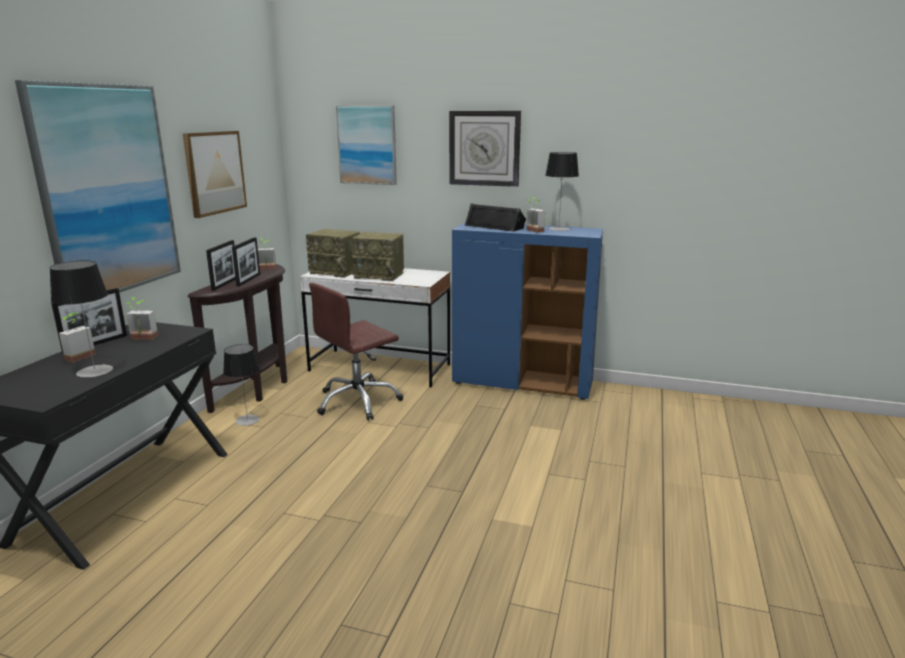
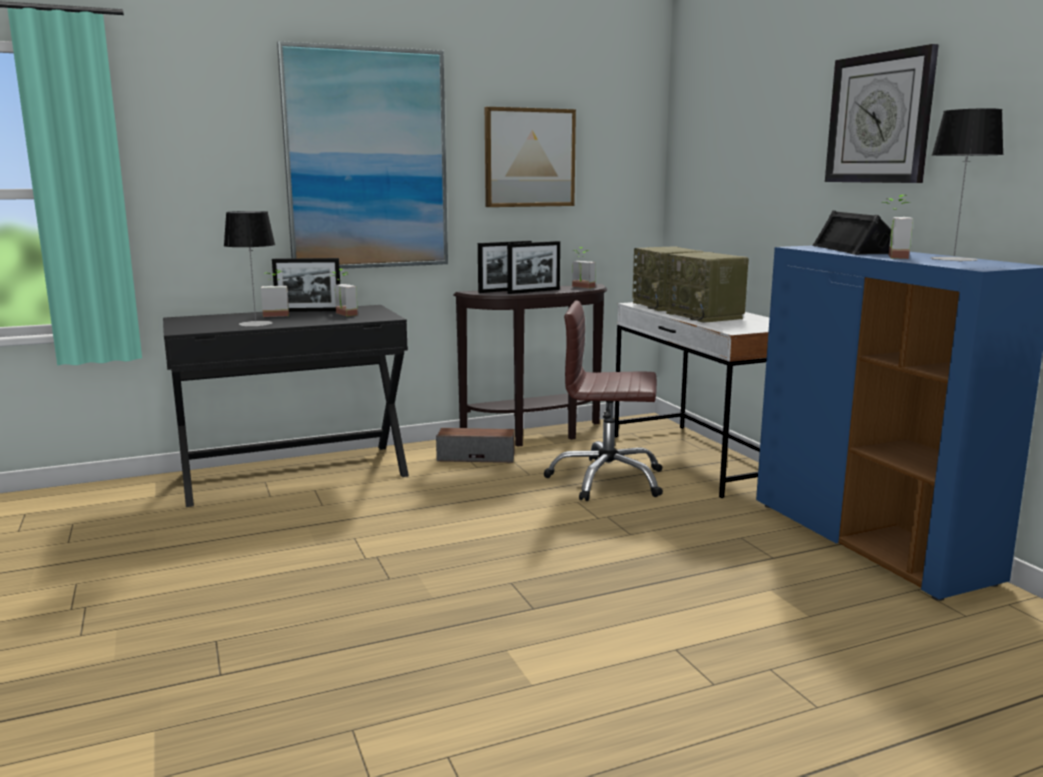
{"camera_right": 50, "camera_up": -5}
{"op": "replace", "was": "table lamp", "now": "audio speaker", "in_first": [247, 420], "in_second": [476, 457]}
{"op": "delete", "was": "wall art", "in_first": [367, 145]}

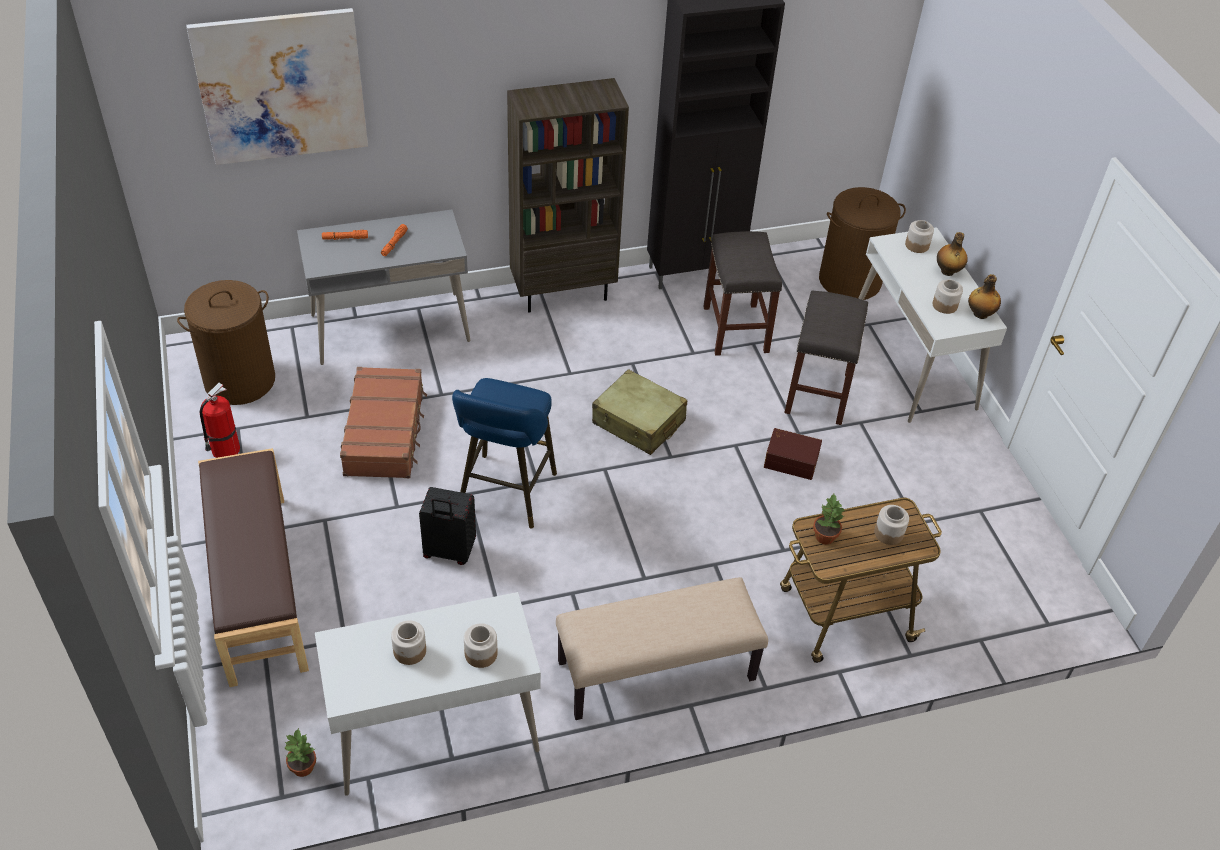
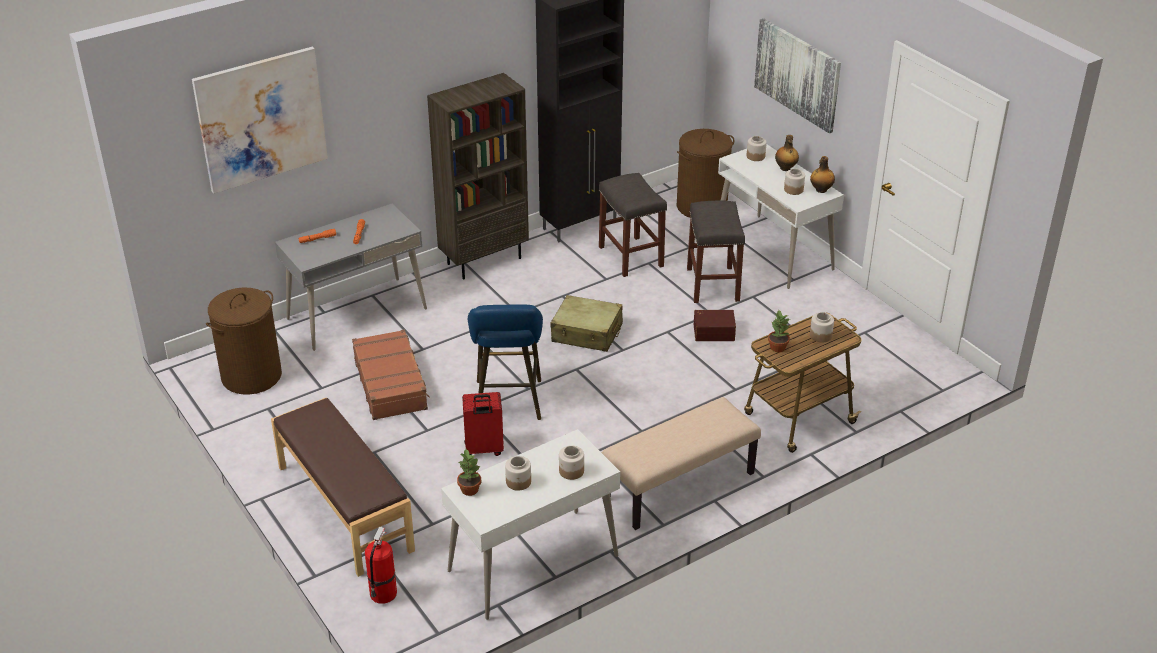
{"camera_right": -15, "camera_up": -10}
{"op": "move", "was": "extinguisher", "in_first": [224, 450], "in_second": [383, 594]}
{"op": "move", "was": "potted plant", "in_first": [303, 766], "in_second": [469, 489]}
{"op": "recolor", "was": "black-coloured travel case", "now": "reddish travel case", "in_first": [448, 552], "in_second": [483, 450]}
{"op": "insert", "now": "wall art", "in_second": [797, 74]}

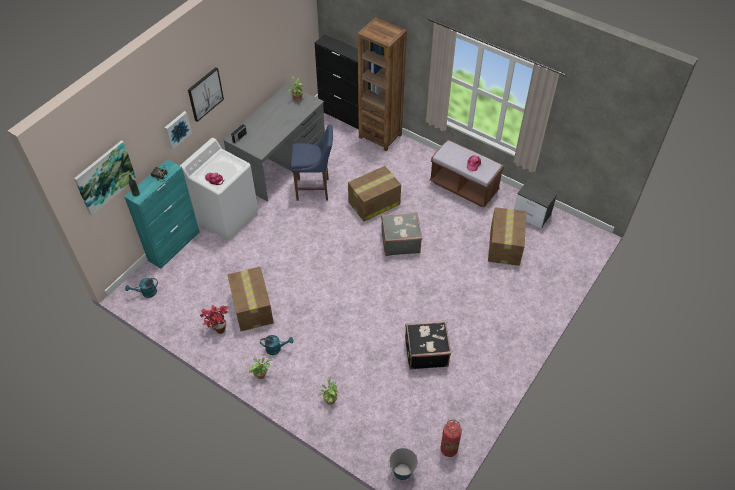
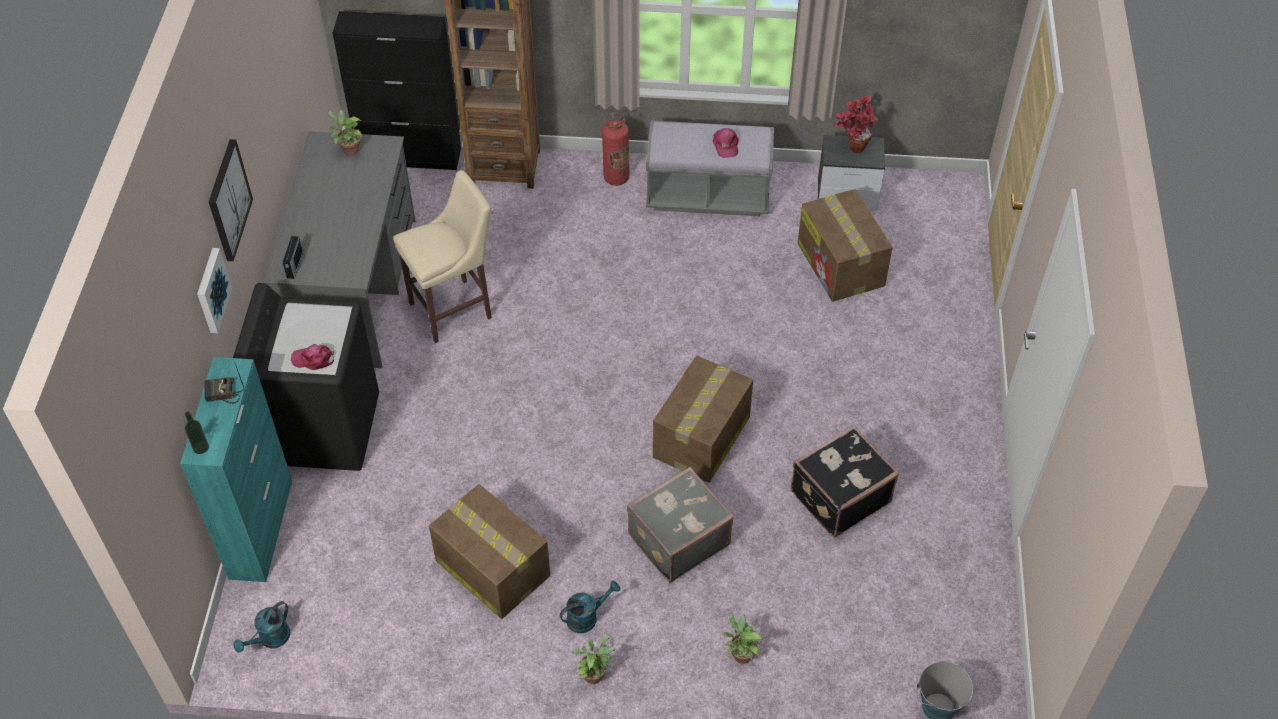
{"camera_right": -30, "camera_up": 0}
{"op": "recolor", "was": "whitish laundry appliance", "now": "black-coloured laundry appliance", "in_first": [226, 216], "in_second": [323, 428]}
{"op": "recolor", "was": "blue-coloured stool seat", "now": "beige-coloured stool seat", "in_first": [315, 189], "in_second": [454, 309]}
{"op": "move", "was": "extinguisher", "in_first": [449, 449], "in_second": [616, 178]}
{"op": "move", "was": "grey travel case", "in_first": [400, 241], "in_second": [677, 539]}
{"op": "recolor", "was": "brownish bench", "now": "grey bench", "in_first": [464, 187], "in_second": [708, 195]}
{"op": "move", "was": "carton", "in_first": [373, 203], "in_second": [701, 438]}
{"op": "move", "was": "potted plant", "in_first": [217, 328], "in_second": [851, 148]}
{"op": "delete", "was": "wall art", "in_first": [105, 177]}

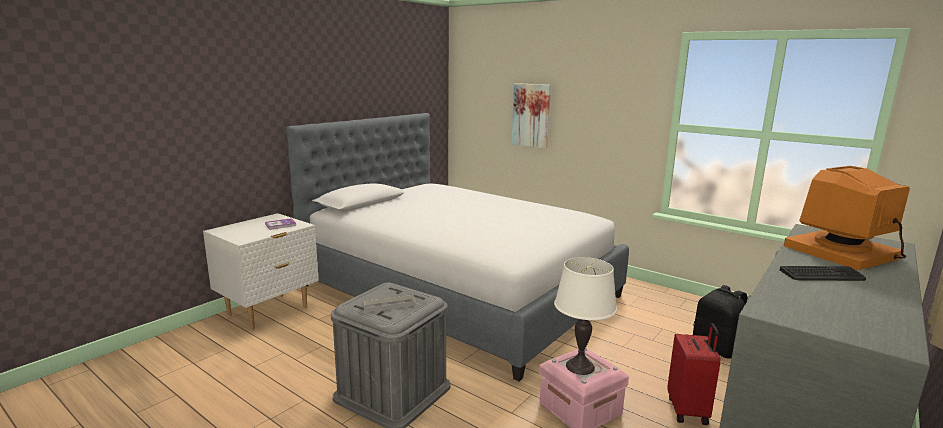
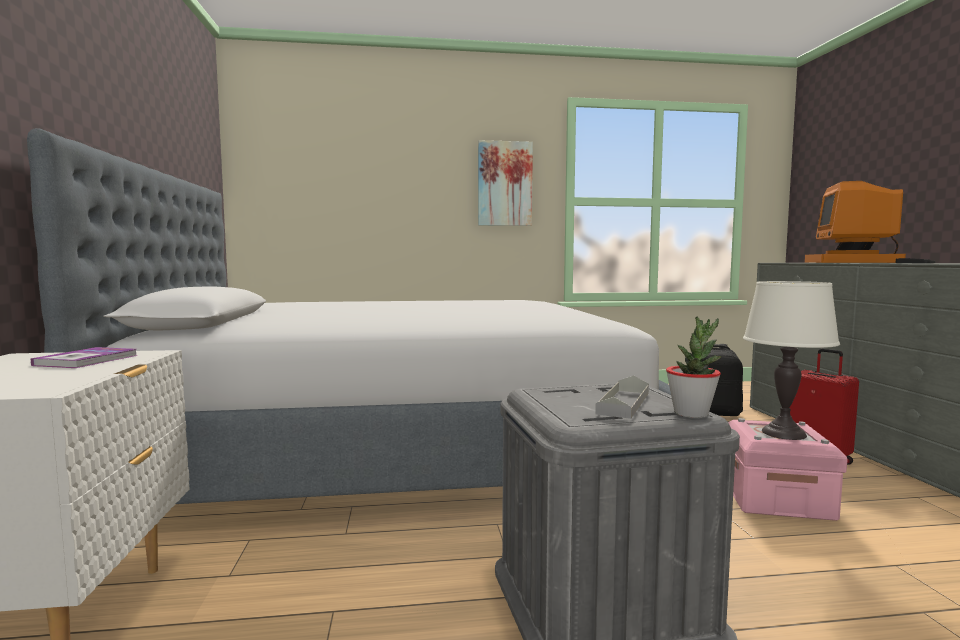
{"camera_right": -45, "camera_up": -10}
{"op": "move", "was": "wall art", "in_first": [531, 115], "in_second": [504, 184]}
{"op": "insert", "now": "potted plant", "in_second": [691, 413]}

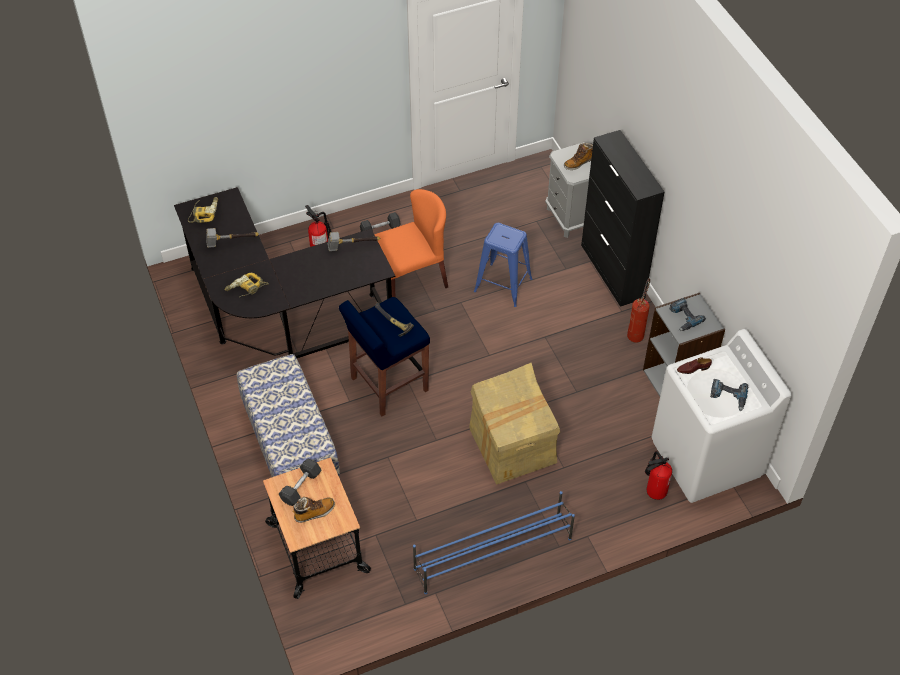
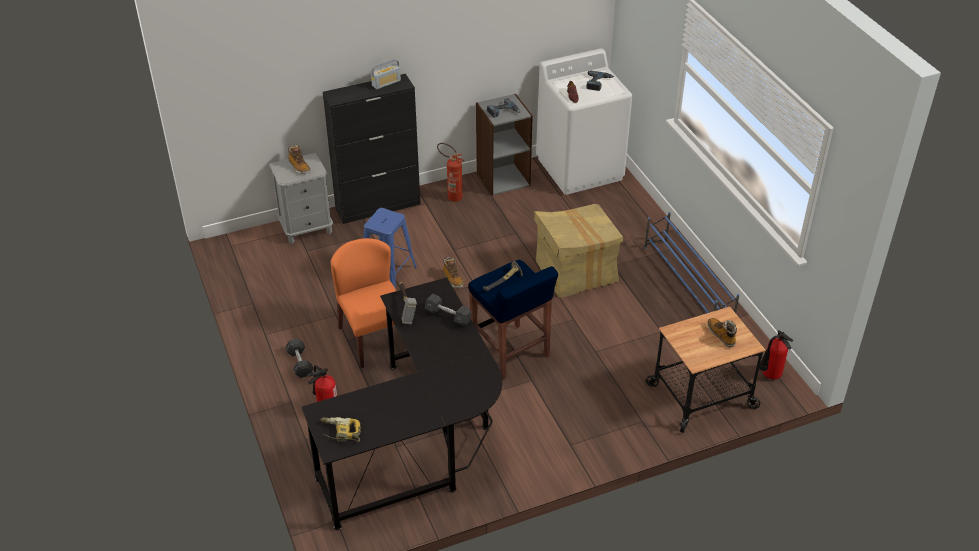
{"camera_right": -90, "camera_up": -10}
{"op": "insert", "now": "radio set", "in_second": [386, 83]}
{"op": "move", "was": "grey free weight", "in_first": [301, 487], "in_second": [448, 316]}
{"op": "insert", "now": "tall boot", "in_second": [453, 279]}
{"op": "move", "was": "extinguisher", "in_first": [653, 490], "in_second": [769, 376]}
{"op": "delete", "was": "hand hammer", "in_first": [231, 243]}
{"op": "delete", "was": "power drill", "in_first": [246, 289]}
{"op": "delete", "was": "bench", "in_first": [290, 446]}

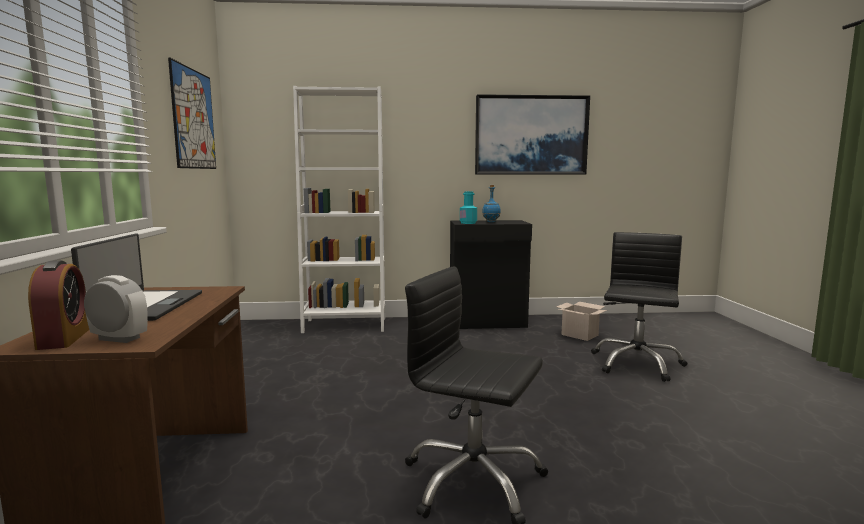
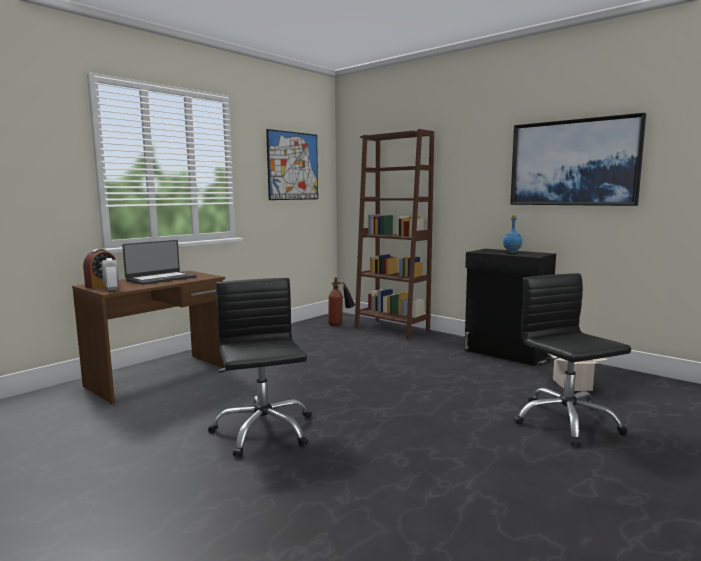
{"camera_right": 45, "camera_up": 0}
{"op": "insert", "now": "extinguisher", "in_second": [340, 324]}
{"op": "recolor", "was": "whitish shelving unit", "now": "brownish shelving unit", "in_first": [345, 325], "in_second": [391, 328]}
{"op": "rotate", "was": "black-coloured desk chair", "in_first": [636, 363], "in_second": [565, 421], "clockwise": -90}
{"op": "delete", "was": "turquoise bottle", "in_first": [468, 223]}

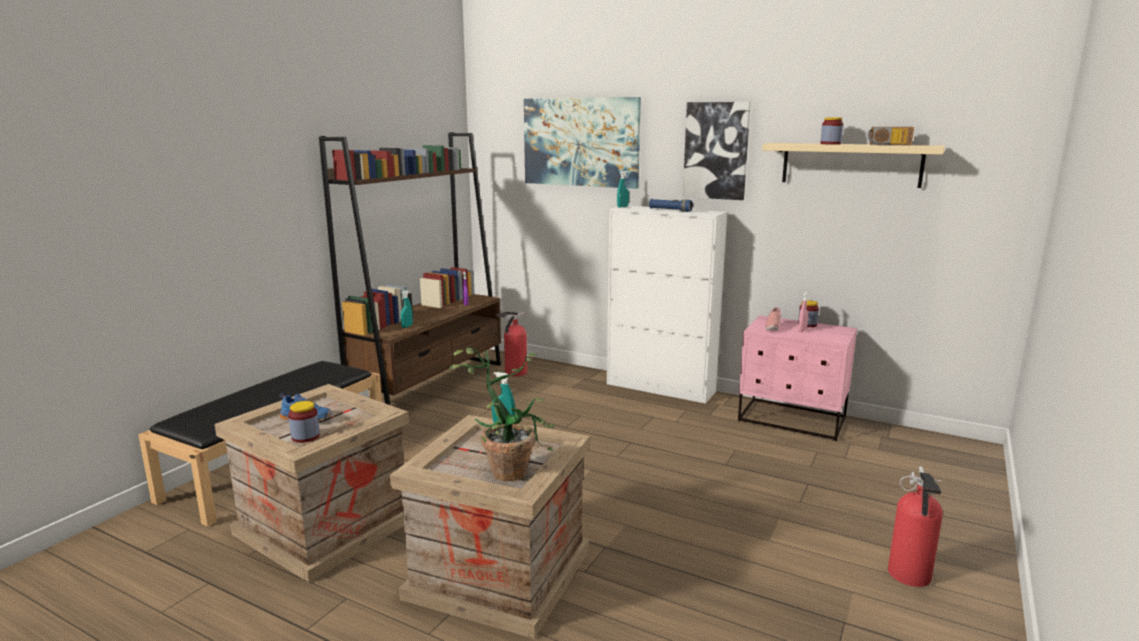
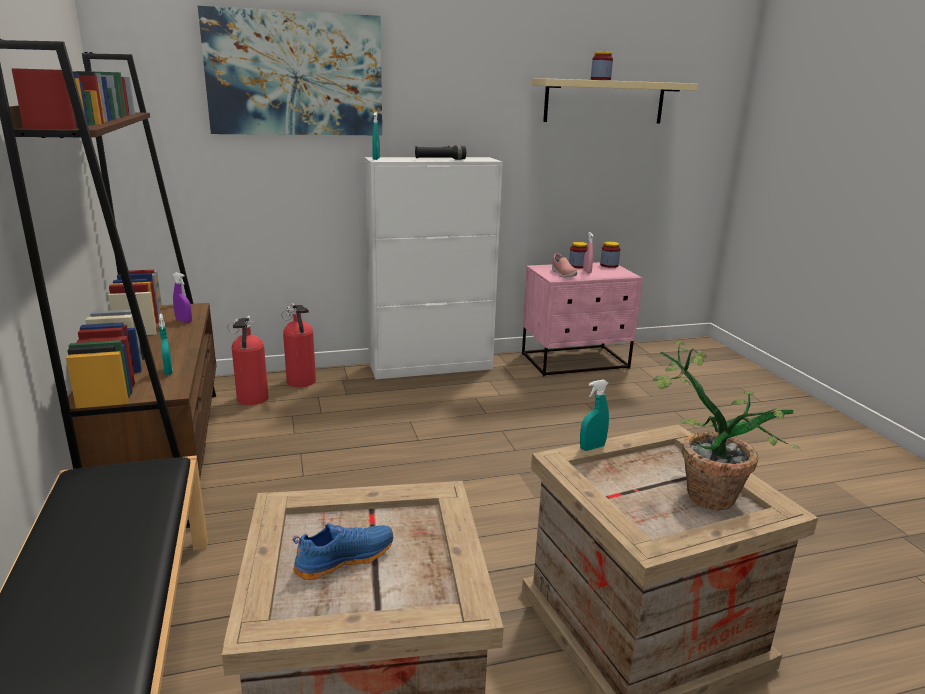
{"camera_right": -45, "camera_up": 5}
{"op": "move", "was": "extinguisher", "in_first": [909, 577], "in_second": [302, 383]}
{"op": "recolor", "was": "blue-coloured hand torch", "now": "black-coloured hand torch", "in_first": [670, 210], "in_second": [440, 159]}
{"op": "move", "was": "preserve jar", "in_first": [305, 437], "in_second": [609, 265]}
{"op": "delete", "was": "wall art", "in_first": [716, 151]}
{"op": "delete", "was": "radio set", "in_first": [889, 145]}

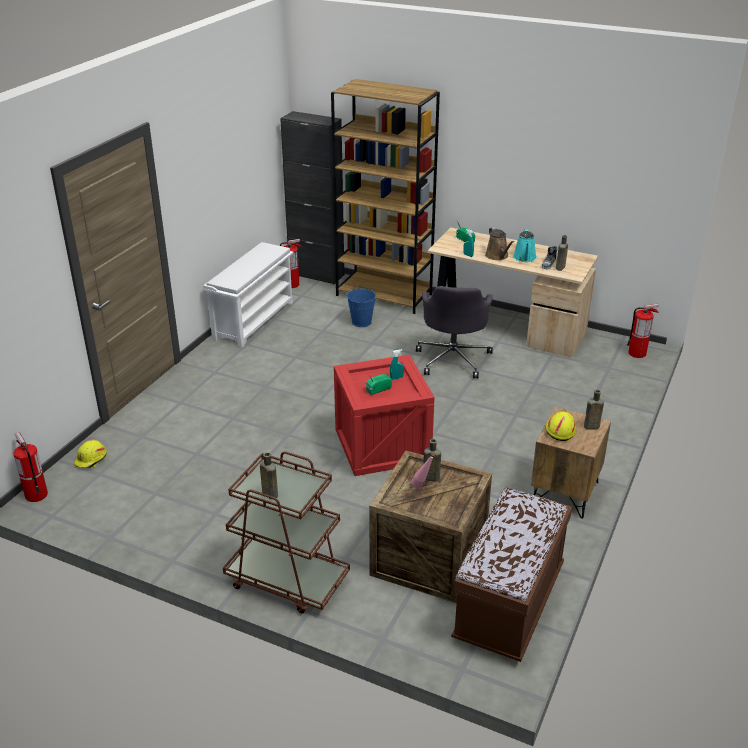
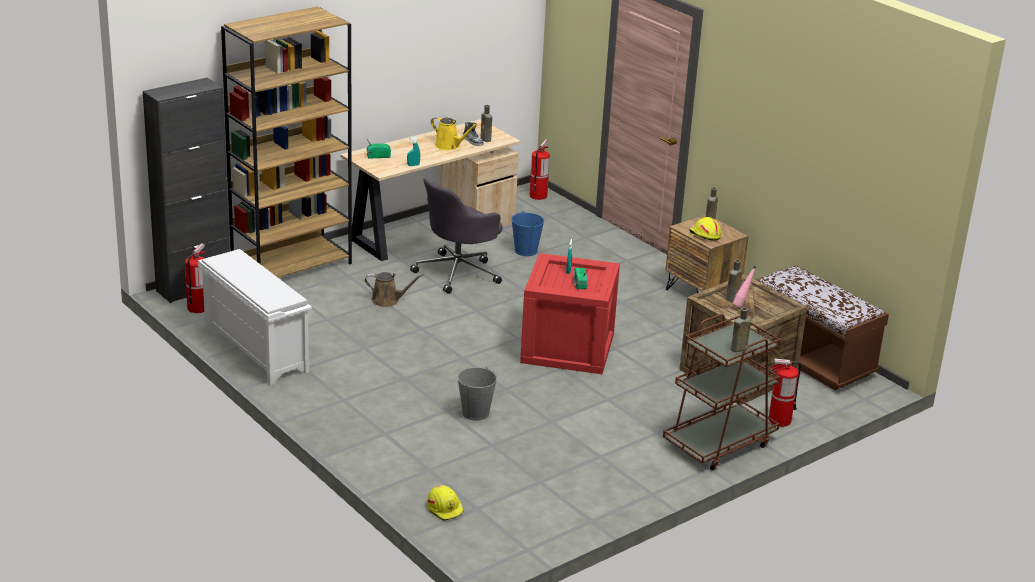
{"camera_right": -65, "camera_up": -5}
{"op": "move", "was": "brownish sprinkling can", "in_first": [498, 256], "in_second": [388, 301]}
{"op": "rotate", "was": "grey desk chair", "in_first": [453, 358], "in_second": [458, 272], "clockwise": 105}
{"op": "recolor", "was": "turquoise sprinkling can", "now": "yellow sprinkling can", "in_first": [524, 258], "in_second": [449, 146]}
{"op": "insert", "now": "grey bucket", "in_second": [475, 413]}
{"op": "move", "was": "blue-coloured bucket", "in_first": [361, 322], "in_second": [526, 251]}
{"op": "move", "was": "extinguisher", "in_first": [36, 495], "in_second": [779, 420]}

